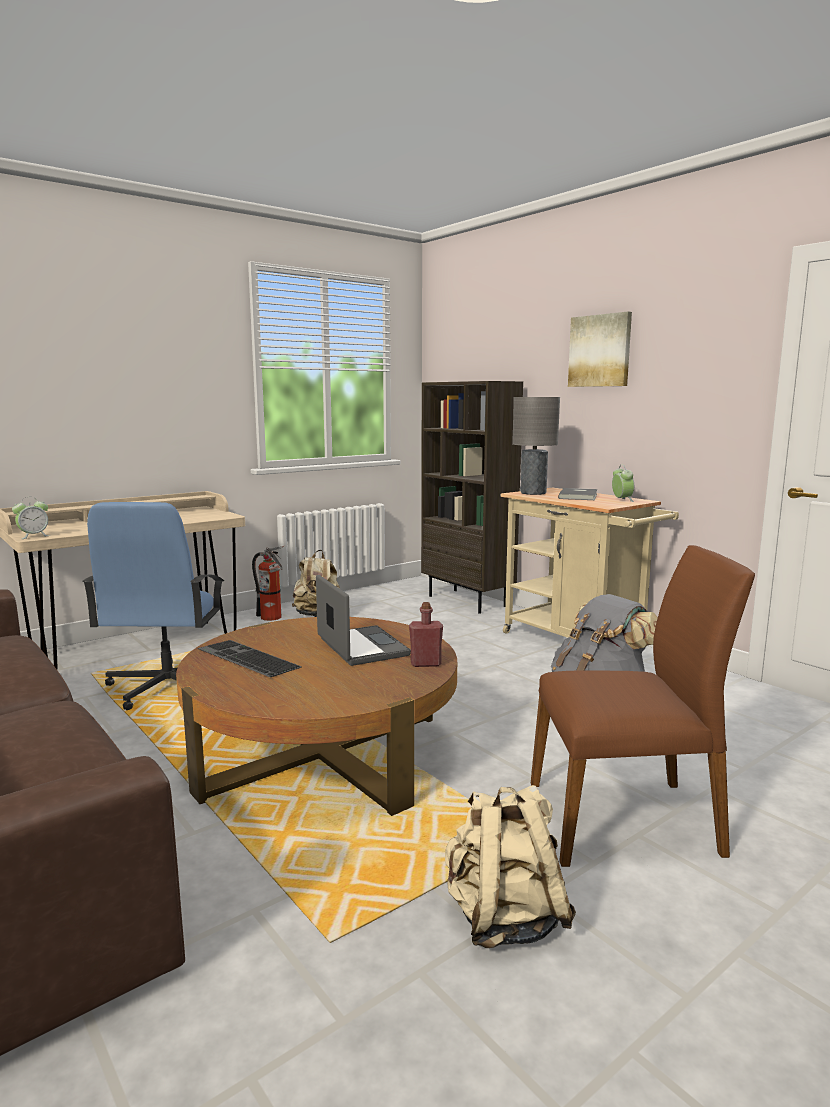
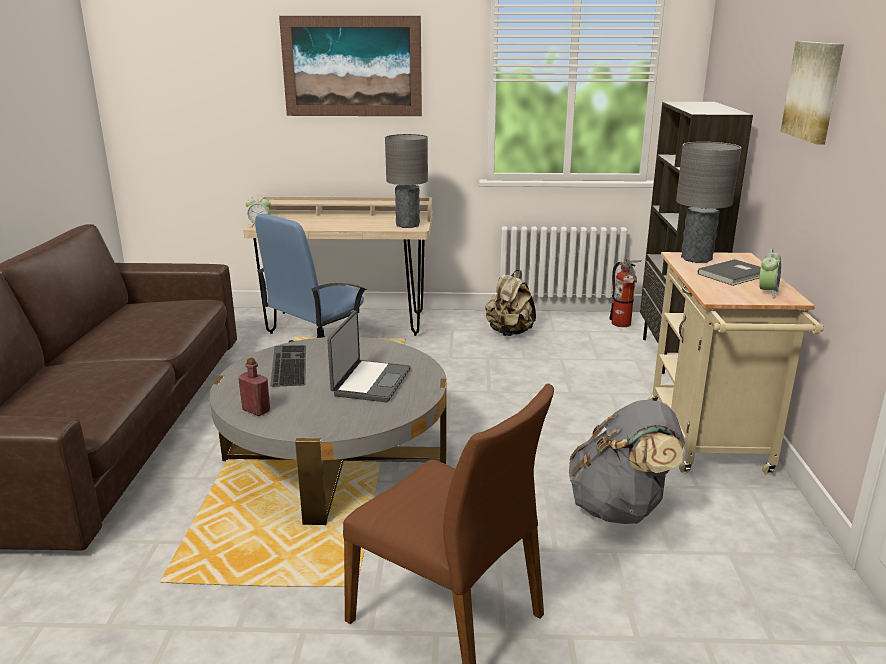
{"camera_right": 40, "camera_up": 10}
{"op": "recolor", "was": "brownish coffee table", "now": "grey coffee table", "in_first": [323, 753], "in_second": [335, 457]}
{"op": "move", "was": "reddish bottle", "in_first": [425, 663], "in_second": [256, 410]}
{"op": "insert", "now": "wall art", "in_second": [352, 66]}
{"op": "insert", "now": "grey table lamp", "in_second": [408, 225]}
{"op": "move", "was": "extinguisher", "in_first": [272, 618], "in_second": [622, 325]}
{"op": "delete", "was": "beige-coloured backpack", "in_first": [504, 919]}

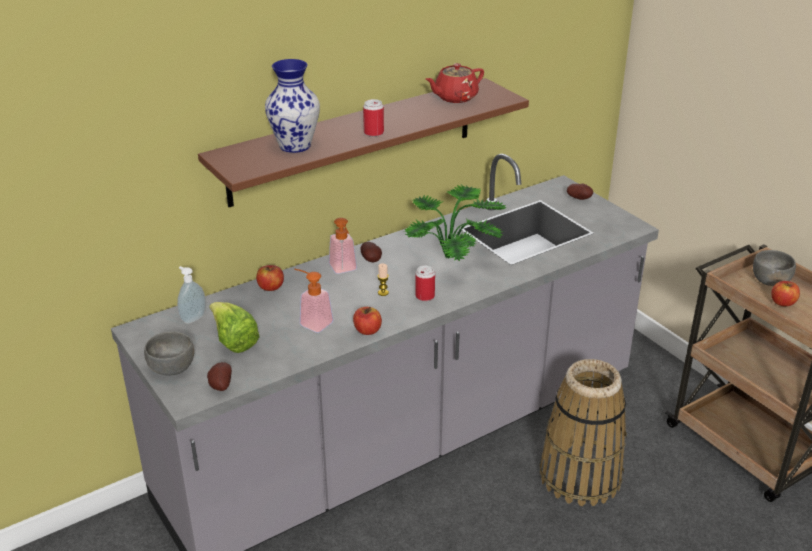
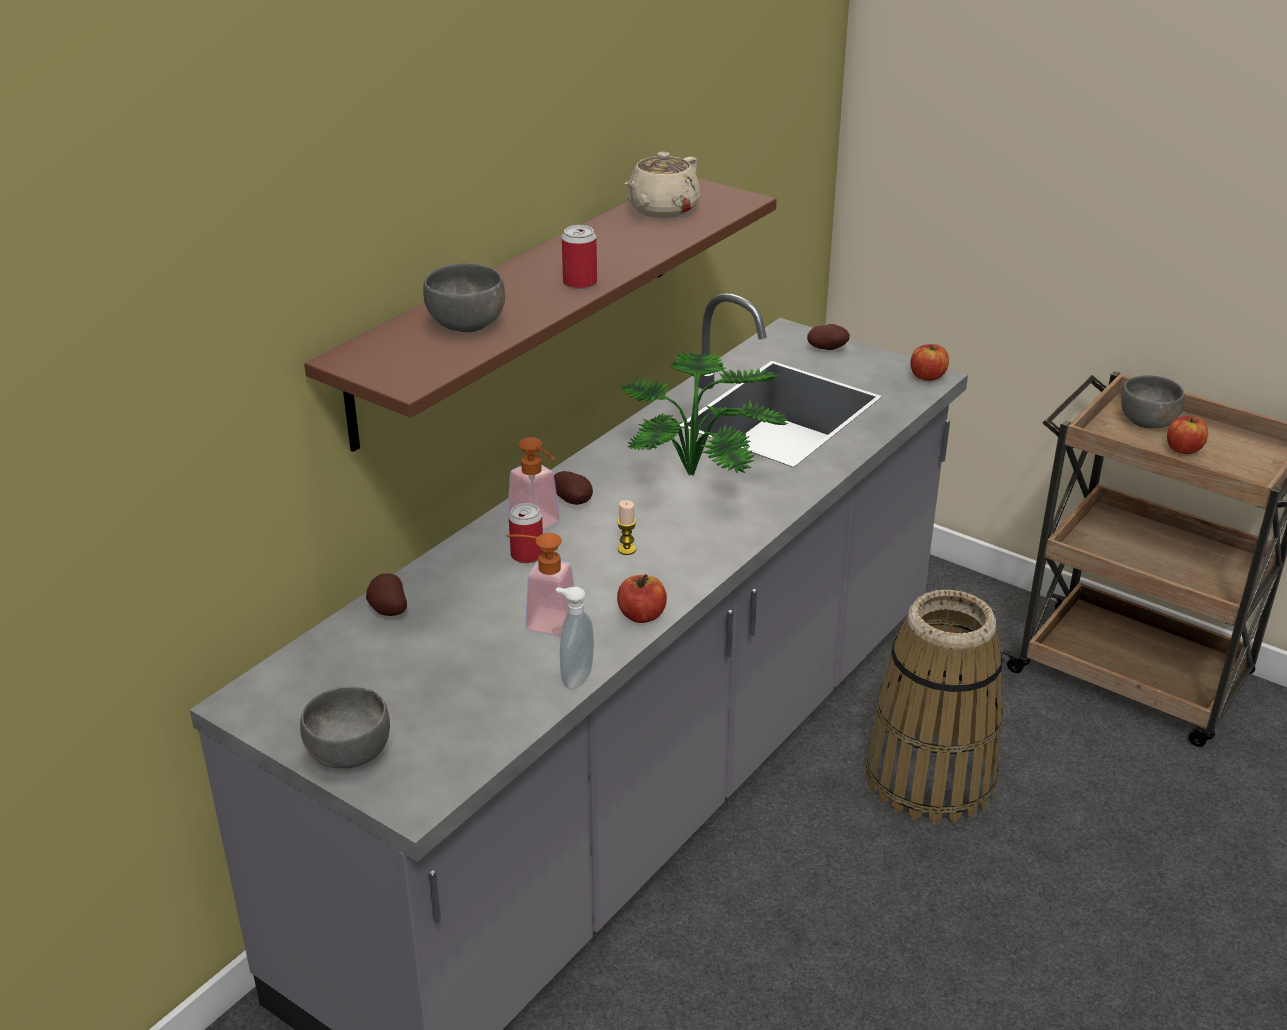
{"camera_right": -20, "camera_up": 0}
{"op": "move", "was": "potato", "in_first": [220, 386], "in_second": [387, 611]}
{"op": "replace", "was": "decorative vase", "now": "grey bowl", "in_first": [295, 146], "in_second": [467, 324]}
{"op": "move", "was": "sealed can", "in_first": [425, 296], "in_second": [527, 555]}
{"op": "move", "was": "soap dispenser", "in_first": [192, 318], "in_second": [575, 677]}
{"op": "recolor", "was": "reddish teapot", "now": "beige-coloured teapot", "in_first": [455, 97], "in_second": [661, 210]}
{"op": "move", "was": "apple fruit", "in_first": [271, 287], "in_second": [927, 376]}
{"op": "delete", "was": "lettuce", "in_first": [233, 341]}

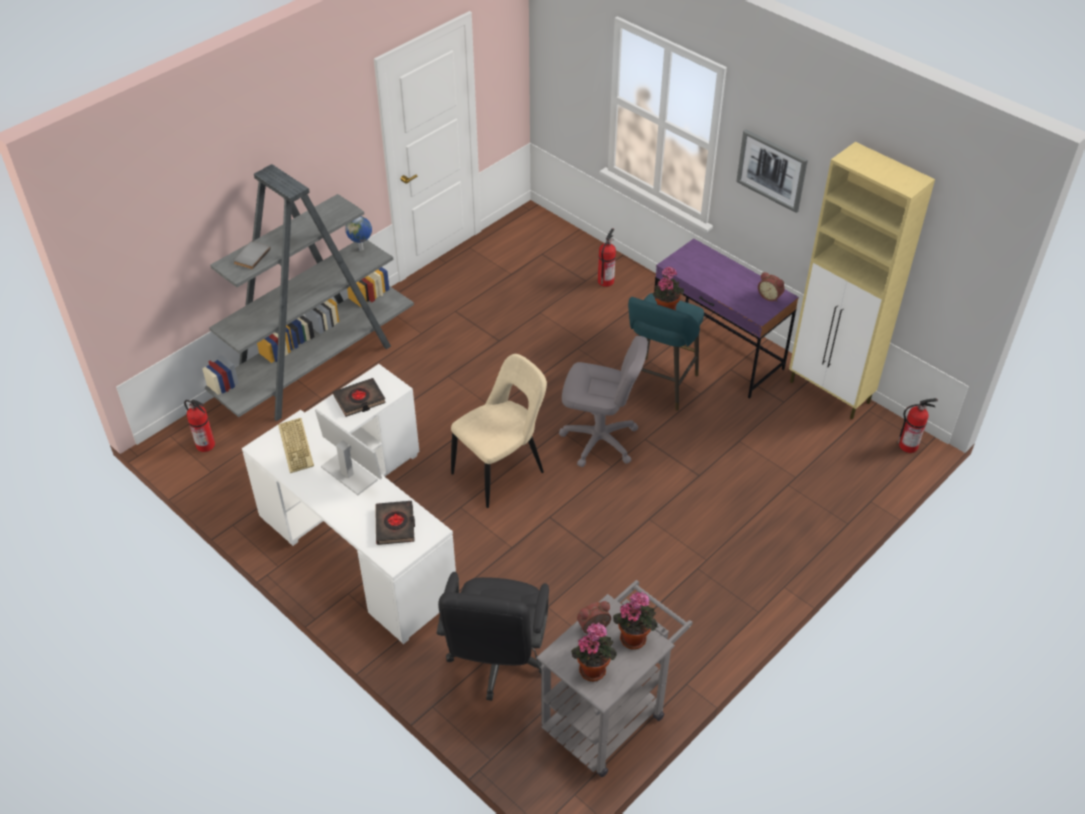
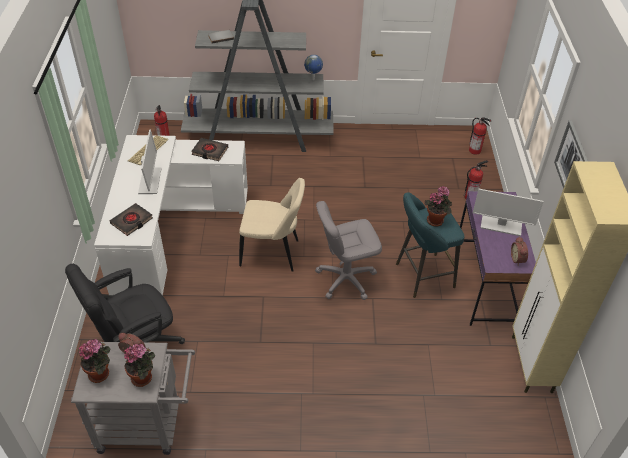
{"camera_right": 45, "camera_up": 0}
{"op": "rotate", "was": "grey desk chair", "in_first": [599, 440], "in_second": [345, 279], "clockwise": 105}
{"op": "move", "was": "extinguisher", "in_first": [909, 445], "in_second": [475, 150]}
{"op": "insert", "now": "monitor", "in_second": [500, 225]}

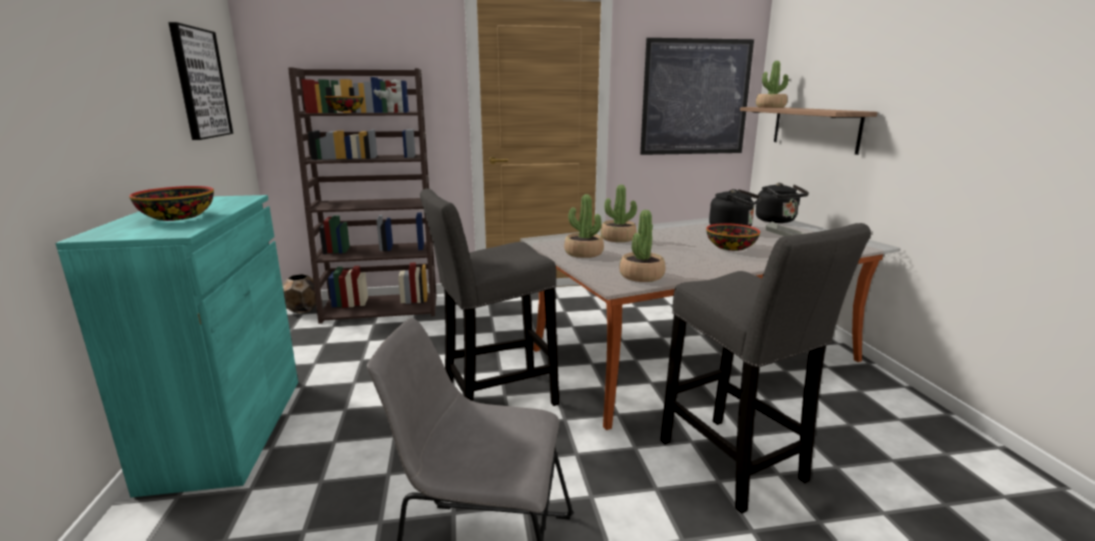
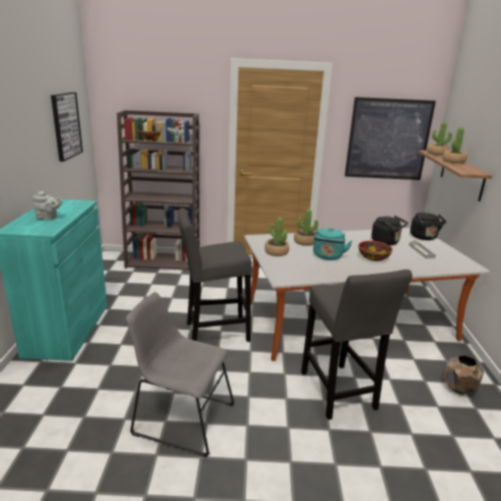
{"camera_right": 10, "camera_up": 5}
{"op": "replace", "was": "bowl", "now": "grey teapot", "in_first": [177, 217], "in_second": [48, 218]}
{"op": "insert", "now": "turquoise tea kettle", "in_second": [328, 256]}
{"op": "move", "was": "potted plant", "in_first": [641, 276], "in_second": [453, 161]}
{"op": "move", "was": "brownish planter", "in_first": [302, 310], "in_second": [459, 388]}

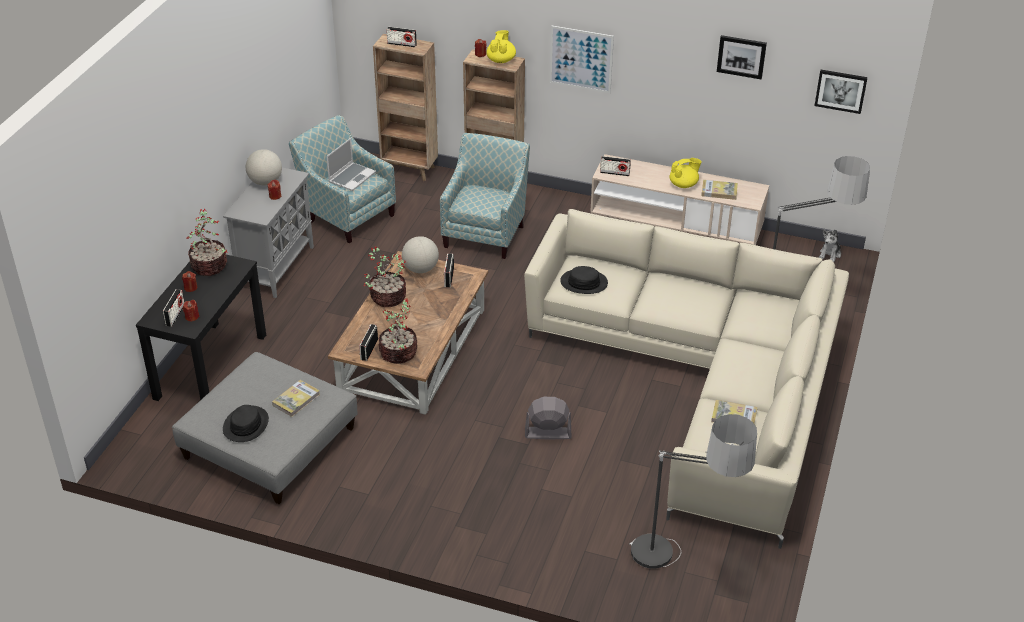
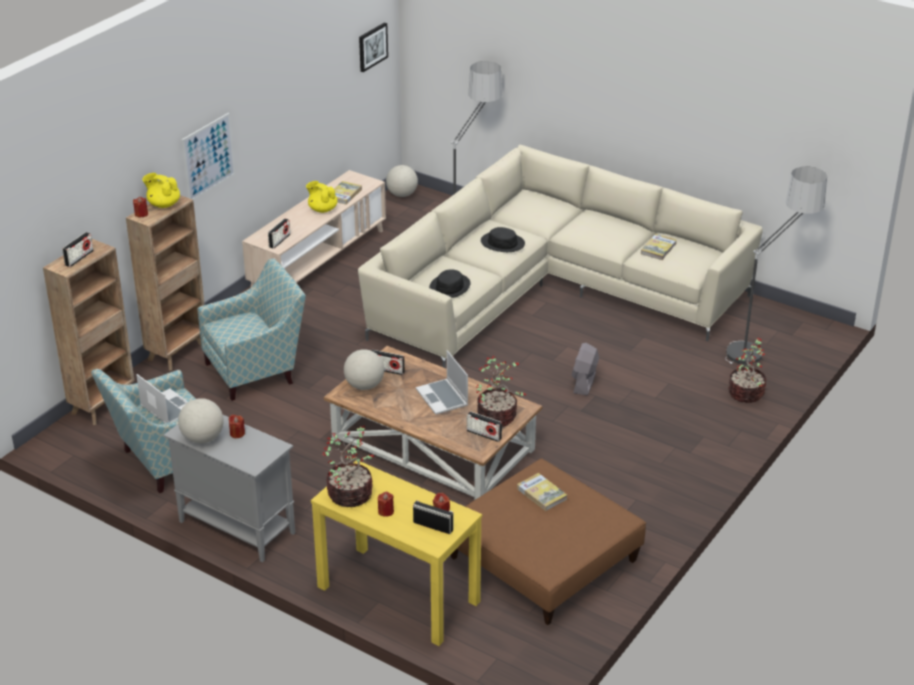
{"camera_right": -75, "camera_up": -5}
{"op": "rotate", "was": "easy chair", "in_first": [486, 232], "in_second": [257, 370], "clockwise": 120}
{"op": "rotate", "was": "yellow teapot", "in_first": [684, 184], "in_second": [322, 209], "clockwise": -45}
{"op": "recolor", "was": "black-coloured hall table", "now": "yellow hall table", "in_first": [211, 366], "in_second": [397, 594]}
{"op": "replace", "was": "plush toy", "now": "desk globe", "in_first": [830, 254], "in_second": [402, 194]}
{"op": "insert", "now": "laptop", "in_second": [443, 398]}
{"op": "recolor", "was": "grey footrest", "now": "brownish footrest", "in_first": [269, 443], "in_second": [543, 559]}
{"op": "move", "was": "black-coloured wearable hat", "in_first": [246, 425], "in_second": [502, 243]}
{"op": "move", "was": "potted plant", "in_first": [387, 298], "in_second": [746, 394]}
{"op": "delete", "was": "wall art", "in_first": [741, 56]}

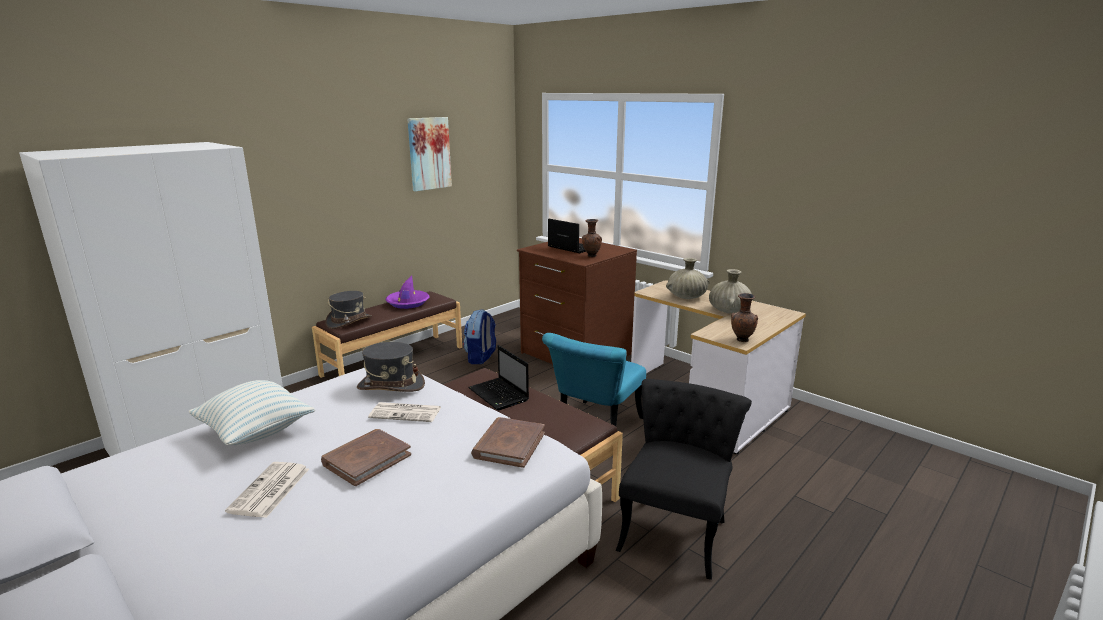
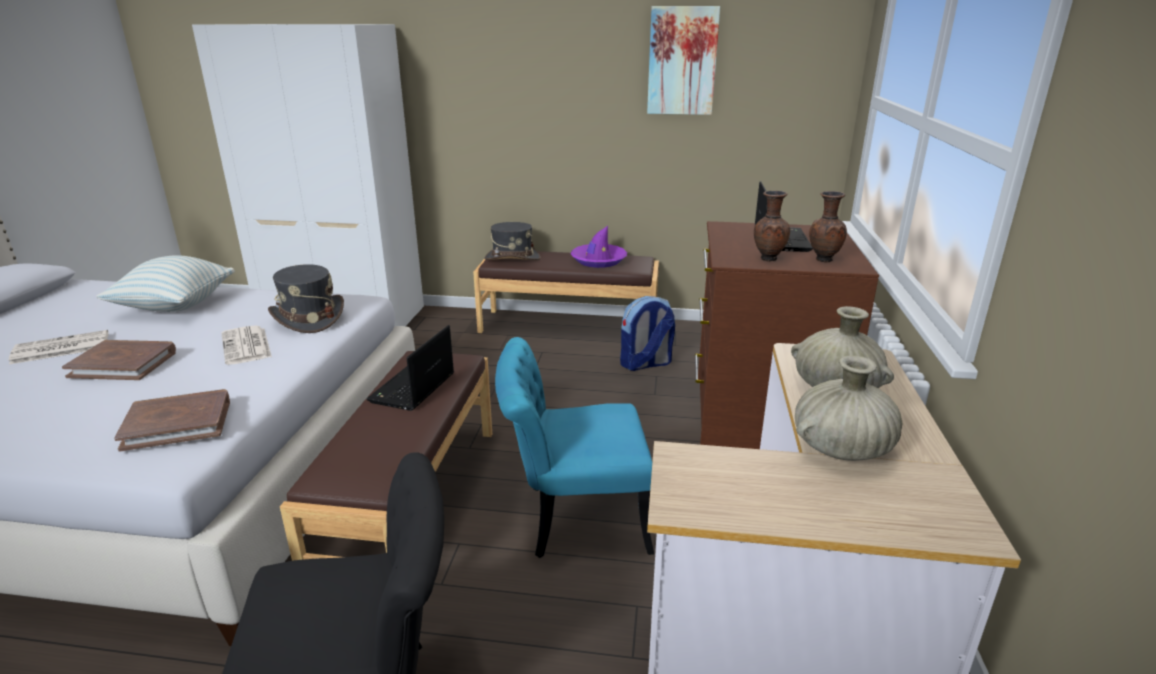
{"camera_right": 55, "camera_up": 5}
{"op": "move", "was": "brownish decorative vase", "in_first": [741, 340], "in_second": [822, 260]}

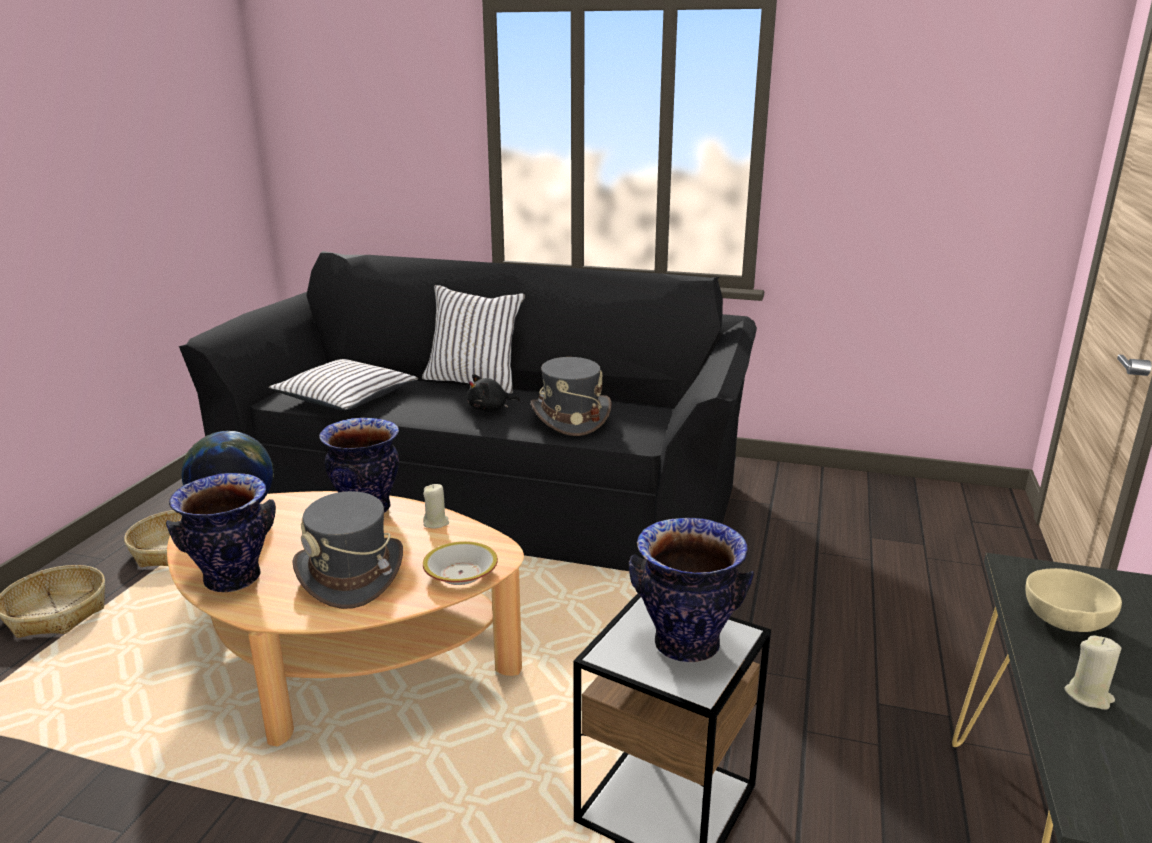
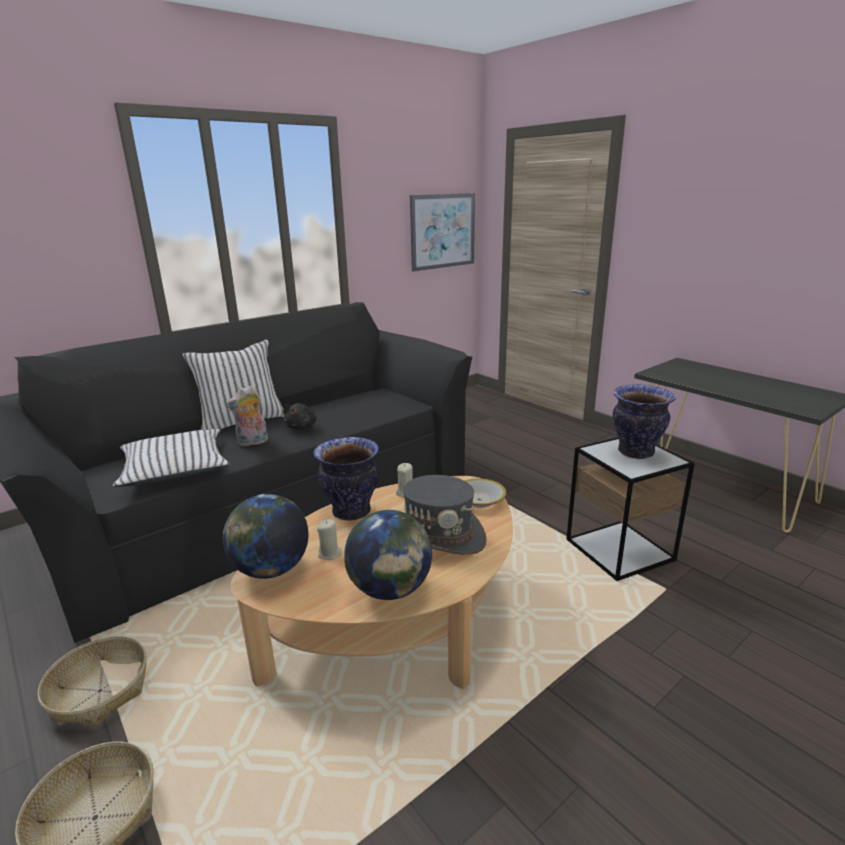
{"camera_right": -55, "camera_up": 0}
{"op": "insert", "now": "plush toy", "in_second": [252, 443]}
{"op": "move", "was": "beige-coloured candle", "in_first": [1088, 696], "in_second": [330, 553]}
{"op": "replace", "was": "decorative vase", "now": "desk globe", "in_first": [233, 580], "in_second": [390, 590]}
{"op": "insert", "now": "wall art", "in_second": [442, 231]}
{"op": "delete", "was": "grey wearable hat", "in_first": [570, 418]}
{"op": "delete", "was": "beige-coloured bowl", "in_first": [1064, 623]}

